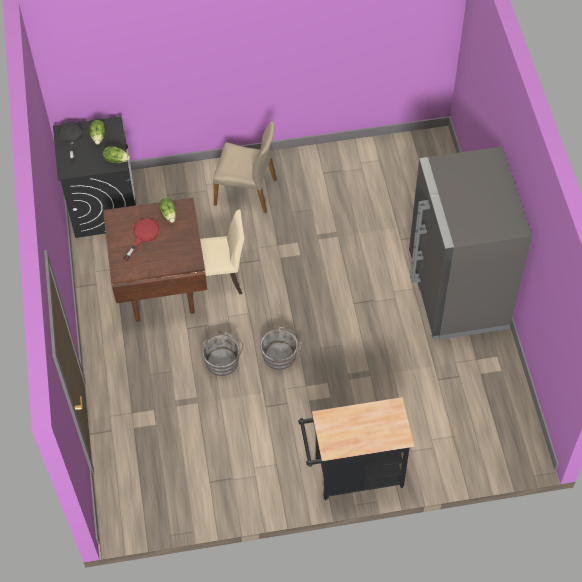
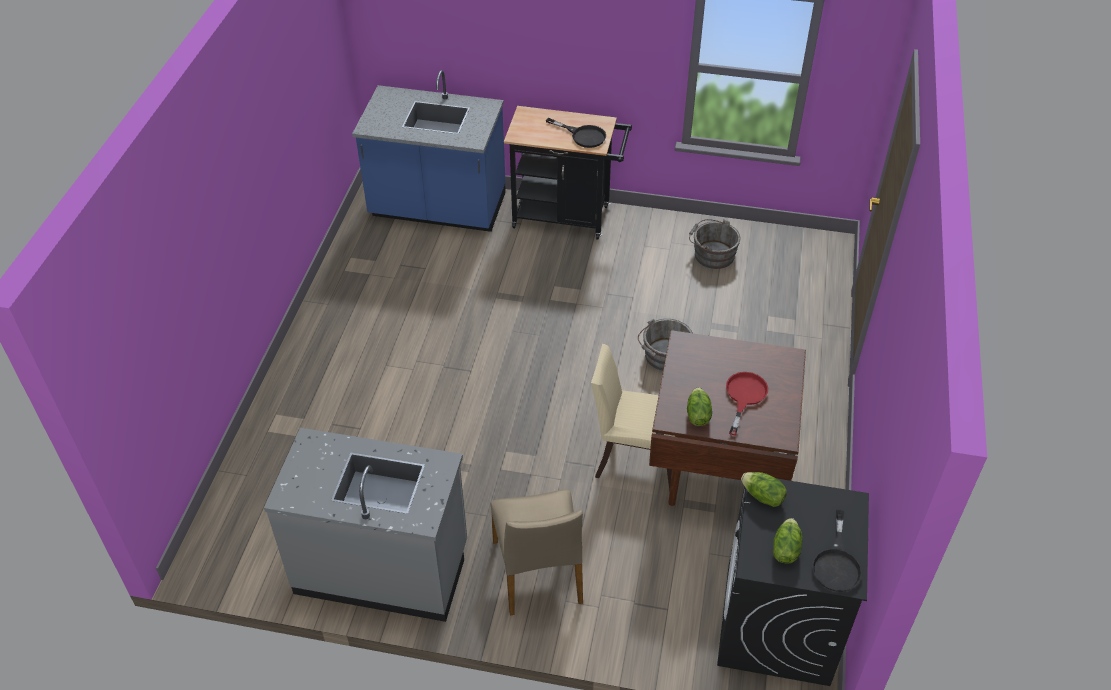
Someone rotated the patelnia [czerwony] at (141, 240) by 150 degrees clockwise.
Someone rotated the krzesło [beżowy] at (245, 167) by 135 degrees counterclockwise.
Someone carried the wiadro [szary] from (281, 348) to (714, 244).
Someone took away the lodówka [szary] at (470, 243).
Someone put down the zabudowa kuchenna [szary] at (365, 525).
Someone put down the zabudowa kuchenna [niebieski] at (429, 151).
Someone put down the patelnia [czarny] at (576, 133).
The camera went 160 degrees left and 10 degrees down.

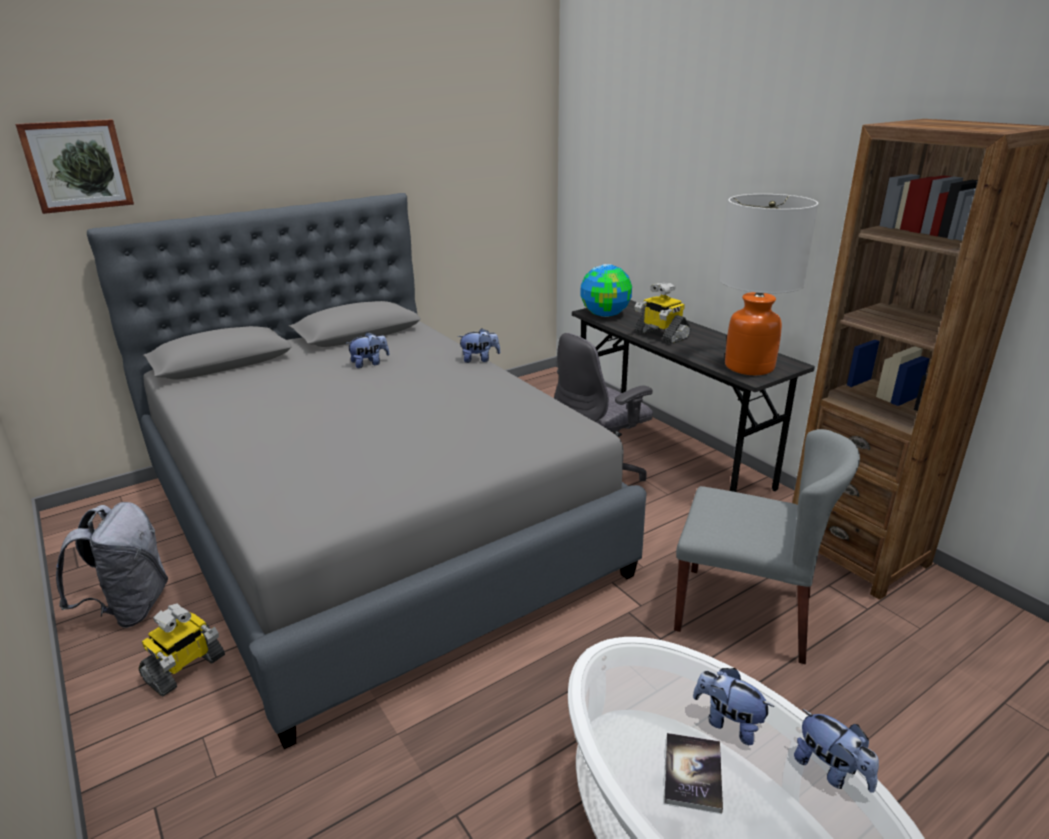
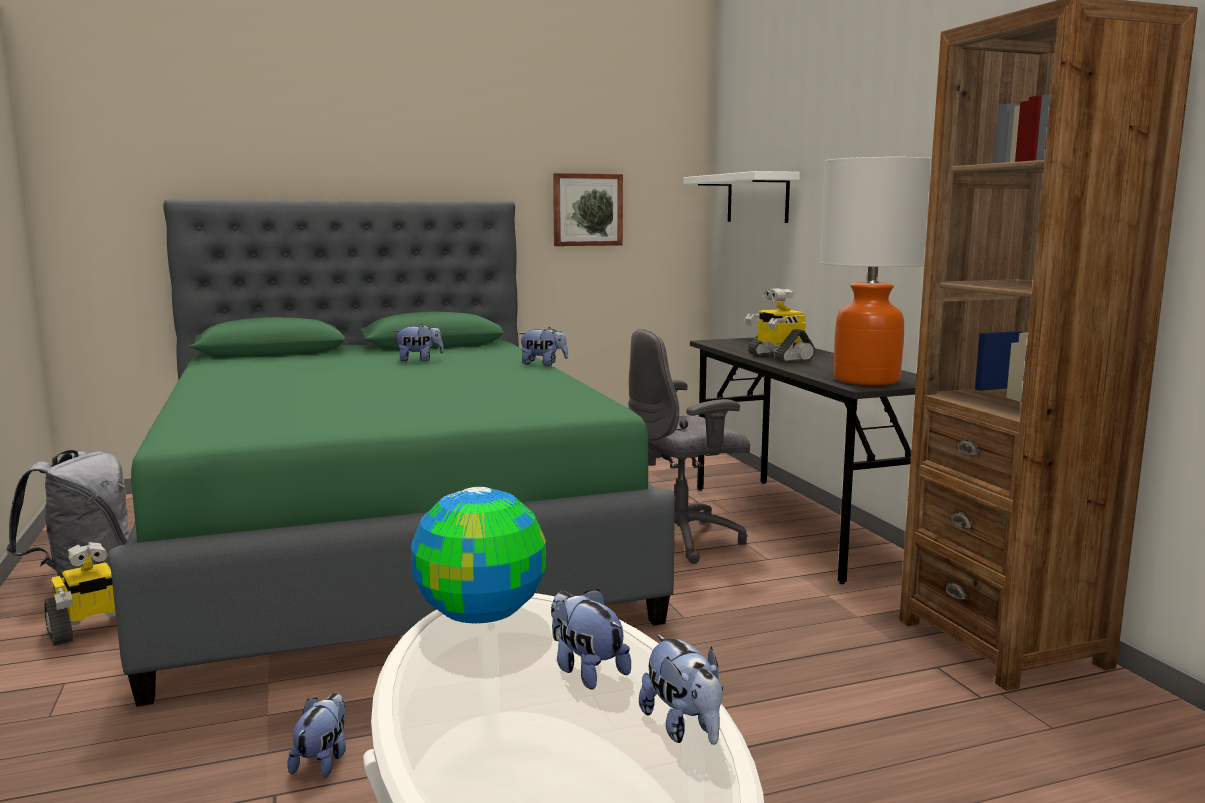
Someone carried the obraz from (74, 166) to (588, 209).
Someone repainted the łóżko [szary] at (367, 471), which became the łóżko [zielony] at (392, 453).
Someone carried the globus from (606, 290) to (478, 555).
Someone took away the książka at (693, 773).
Someone took away the krzesło [szary] at (767, 546).
Someone put down the pluszak at (316, 735).
Someone put up the półka [biały] at (741, 197).
The camera went 15 degrees right and 15 degrees down.

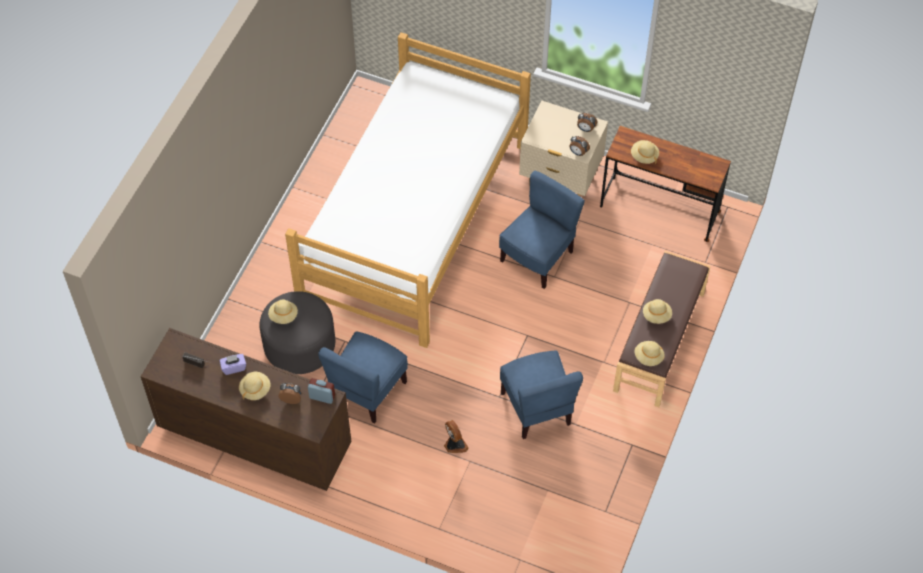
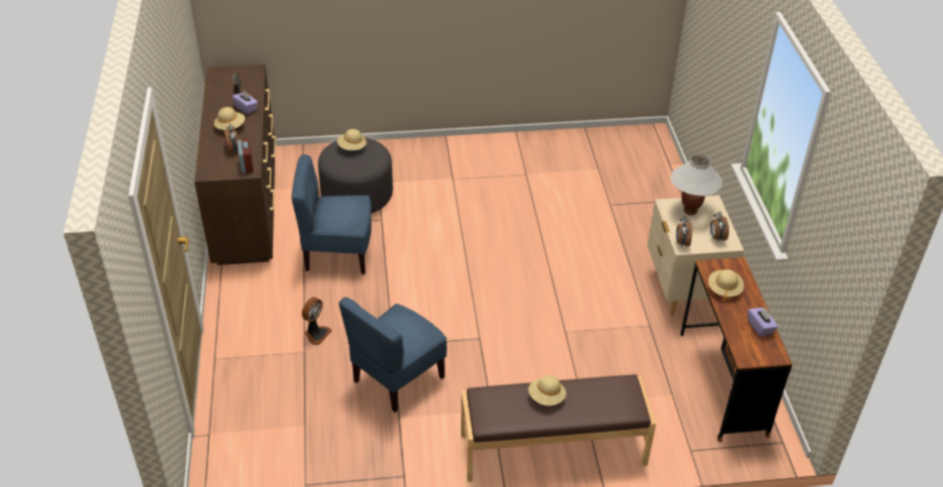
Someone took away the łóżko at (408, 190).
Someone took away the krzesło [niebieski] at (542, 230).
Someone took away the kapelusz [beżowy] at (649, 353).
Someone put down the lampa stołowa [biały] at (696, 184).
Someone put down the pudełko chusteczek [fioletowy] at (763, 322).
The camera went 60 degrees right and 15 degrees down.

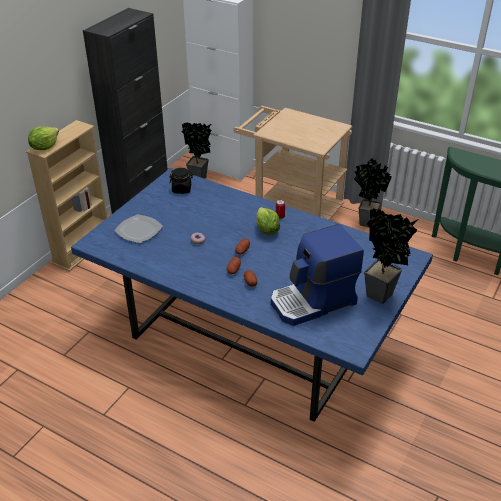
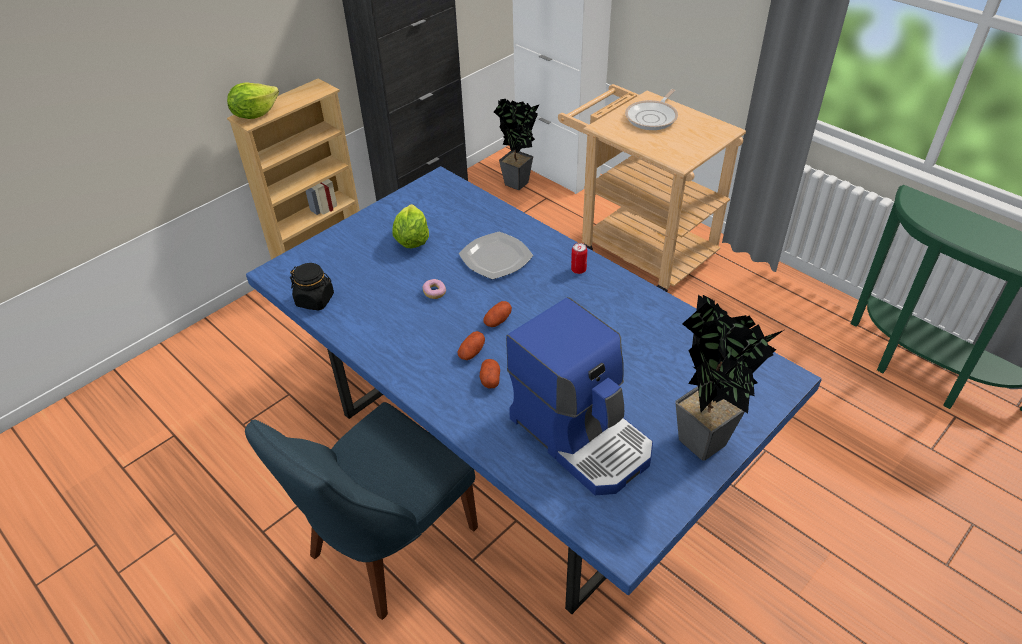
Someone carried the talerz from (138, 228) to (495, 256).
Someone carried the słoik [czarny] from (181, 181) to (312, 286).
Someone carried the sałata from (268, 221) to (410, 226).
Someone rotated the ekspres do kawy at (317, 275) by 120 degrees counterclockwise.
Someone took away the roślina doniczkowa at (373, 192).
Someone put down the krzesło [niebieski] at (361, 511).
Someone put down the patelnia at (651, 109).
The camera went 15 degrees right and 5 degrees up.

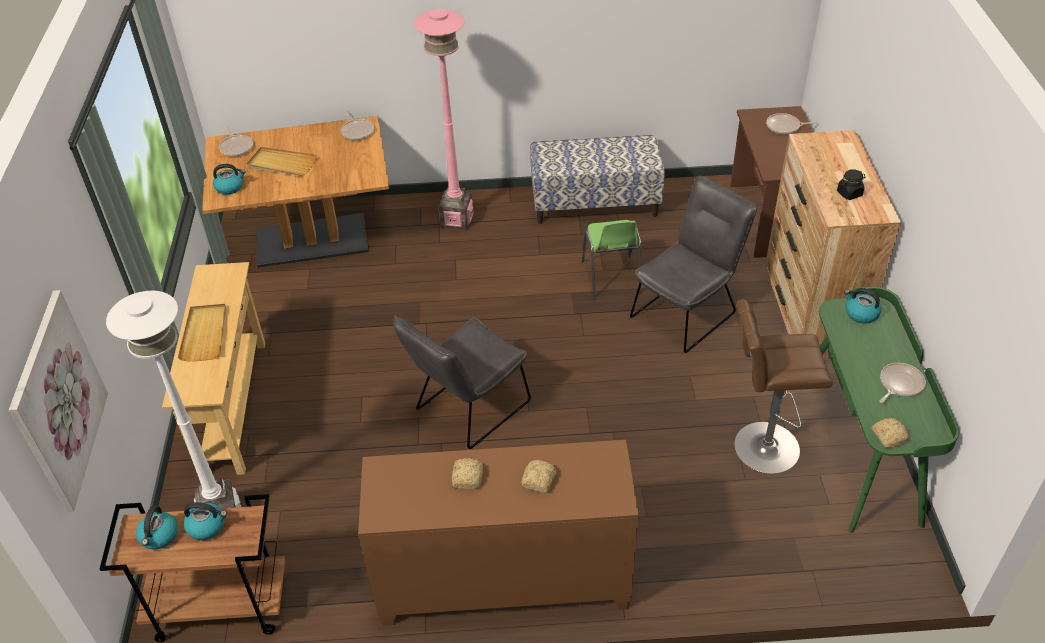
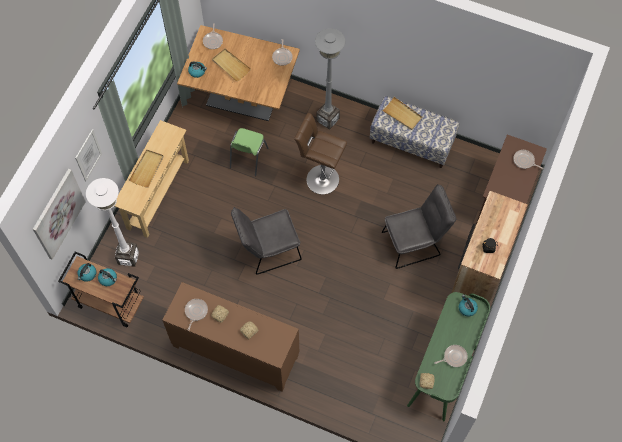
Someone repainted the lampa stojąca [różowy] at (444, 120), which became the lampa stojąca [szary] at (330, 79).
Someone carried the krzesło [zielony] from (611, 260) to (249, 152).
Someone carried the stołek [brązowy] from (783, 386) to (320, 153).
Someone put up the obraz at (88, 155).
Someone put down the patelnia at (196, 315).
Someone put down the taca [beżowy] at (402, 113).
The camera went 25 degrees right and 20 degrees up.

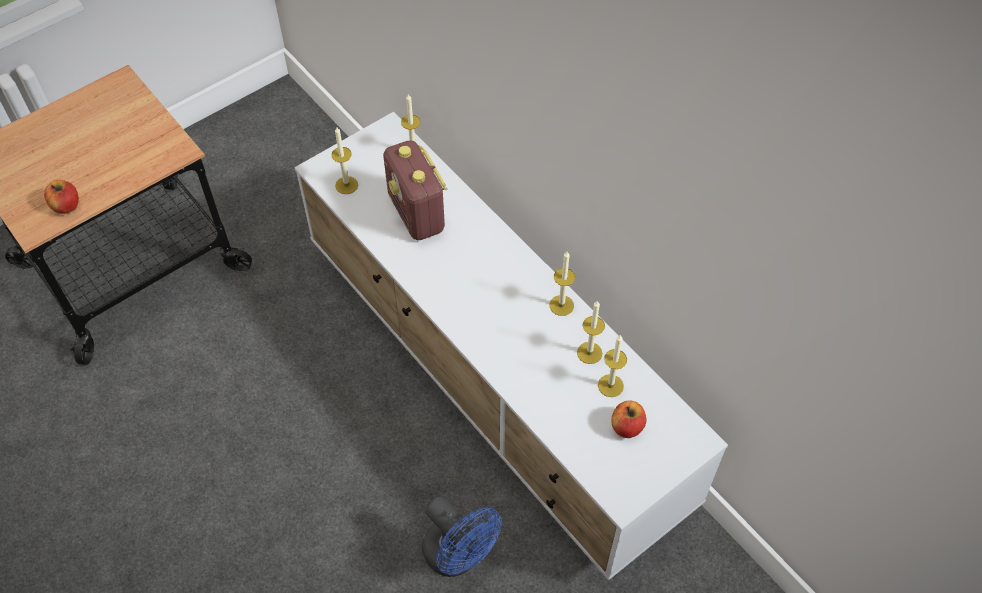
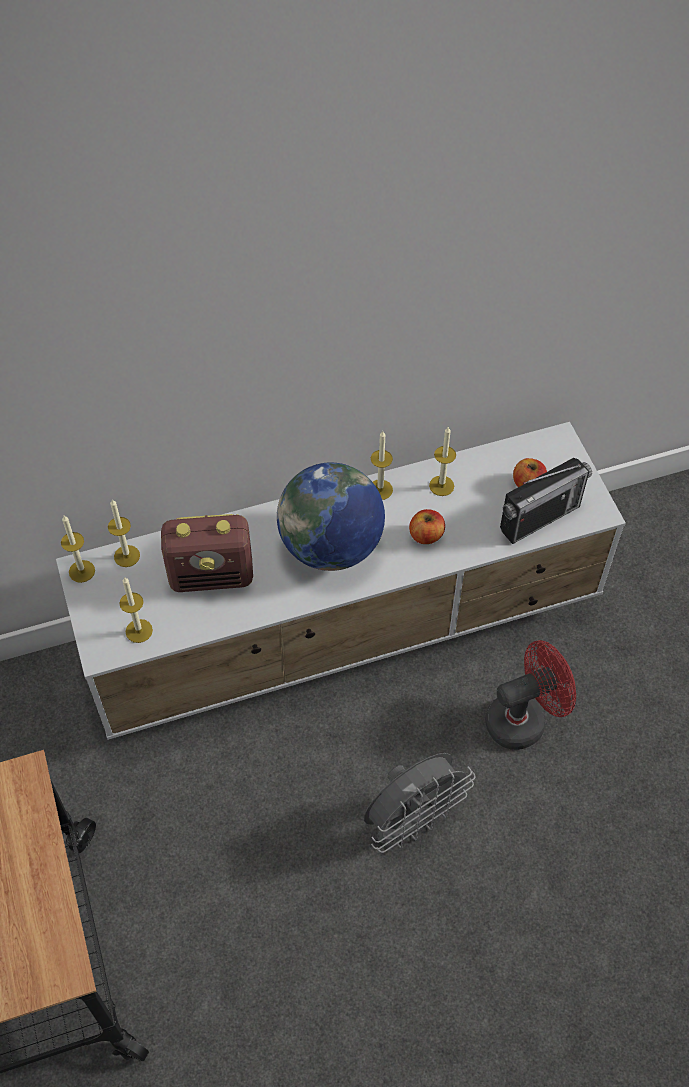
Someone carried the jabłko from (61, 197) to (427, 526).
Someone repainted the wentylator [niebieski] at (462, 536), which became the wentylator [czerwony] at (530, 695).
Someone carried the świeca from (612, 366) to (78, 549).
Someone put down the globus at (331, 517).
Someone put down the wentylator [szary] at (420, 803).
Someone put down the radio at (546, 501).
The camera went 70 degrees left and 0 degrees up.

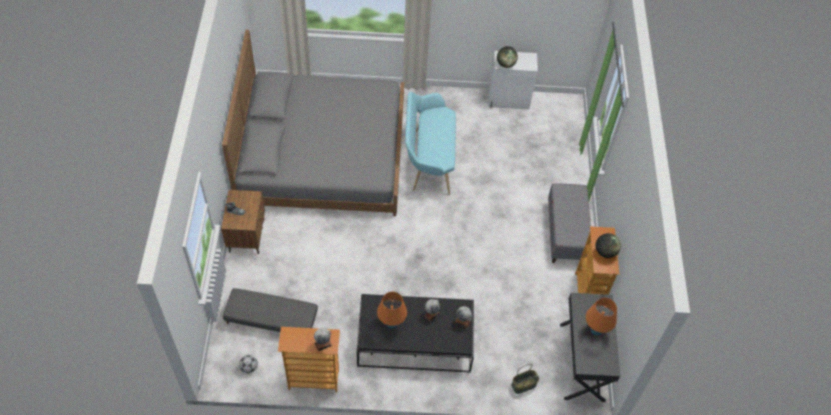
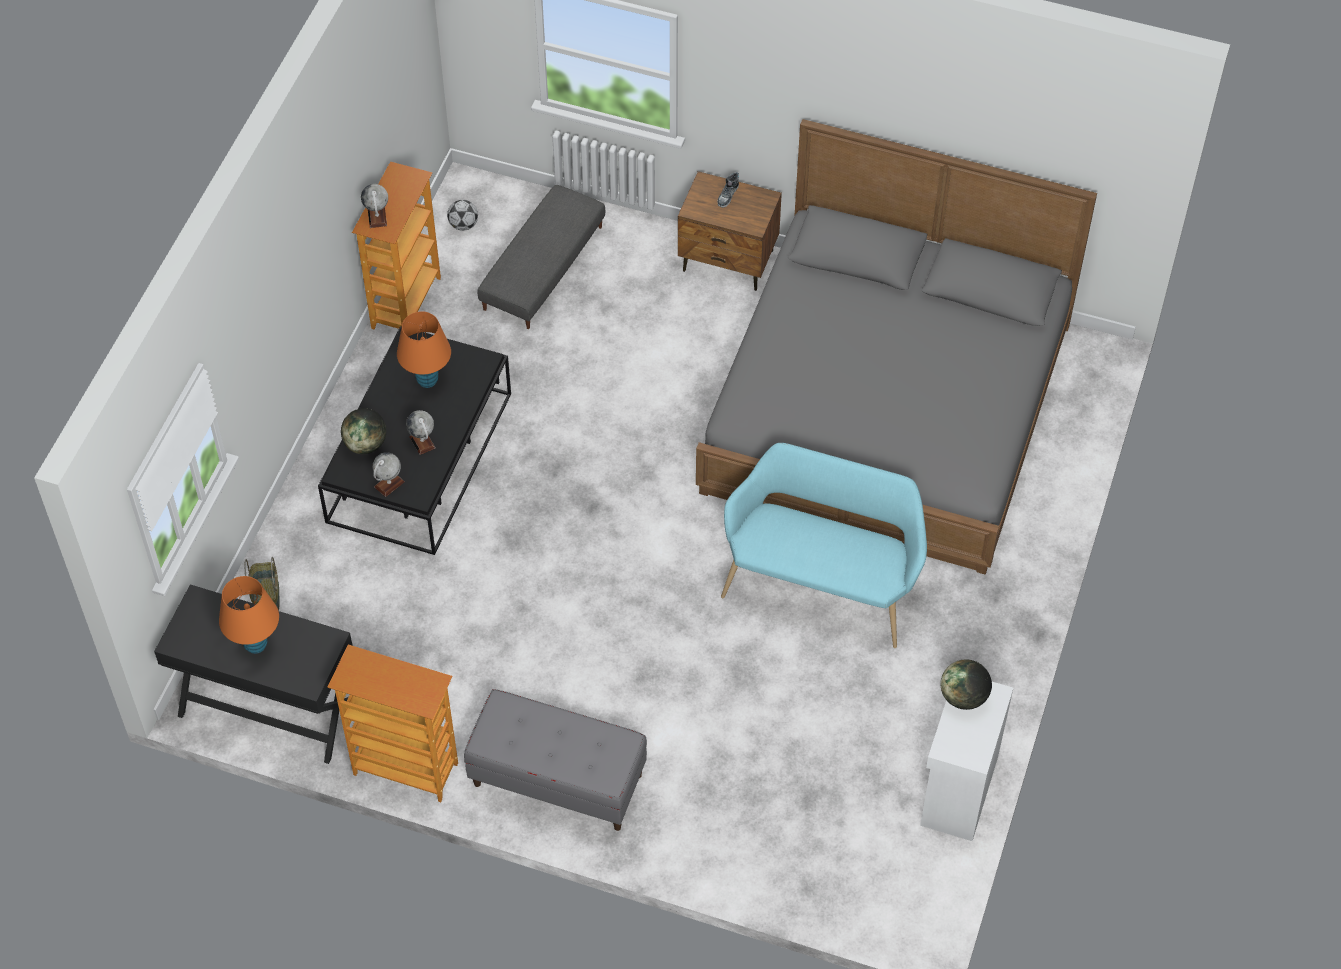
Someone carried the globus from (608, 245) to (363, 431).
The camera went 110 degrees right and 0 degrees up.

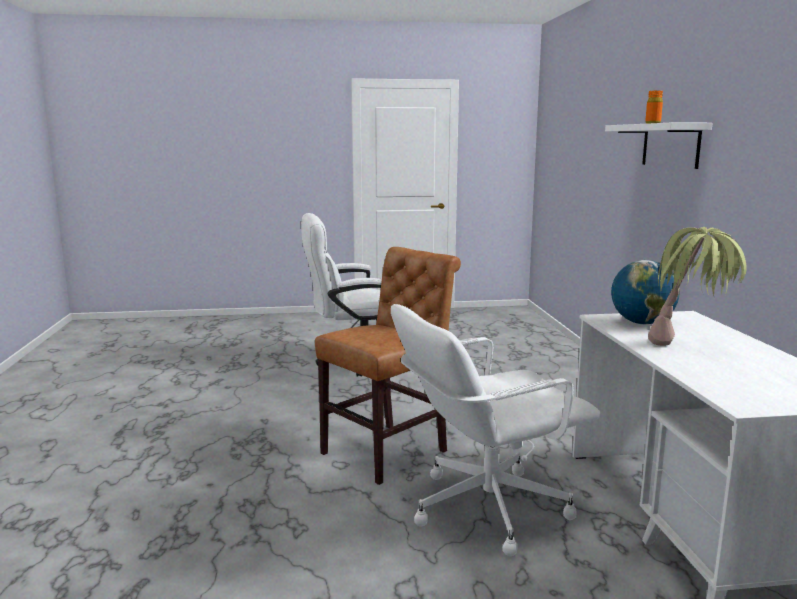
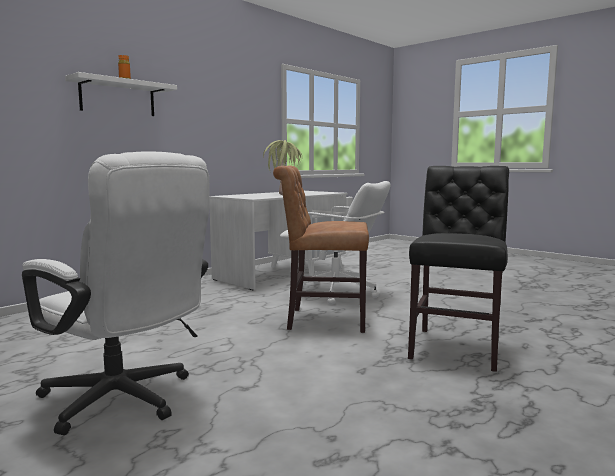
Someone took away the globus at (645, 292).
Someone put down the krzesło [czarny] at (458, 269).
The camera went 130 degrees left and 5 degrees down.

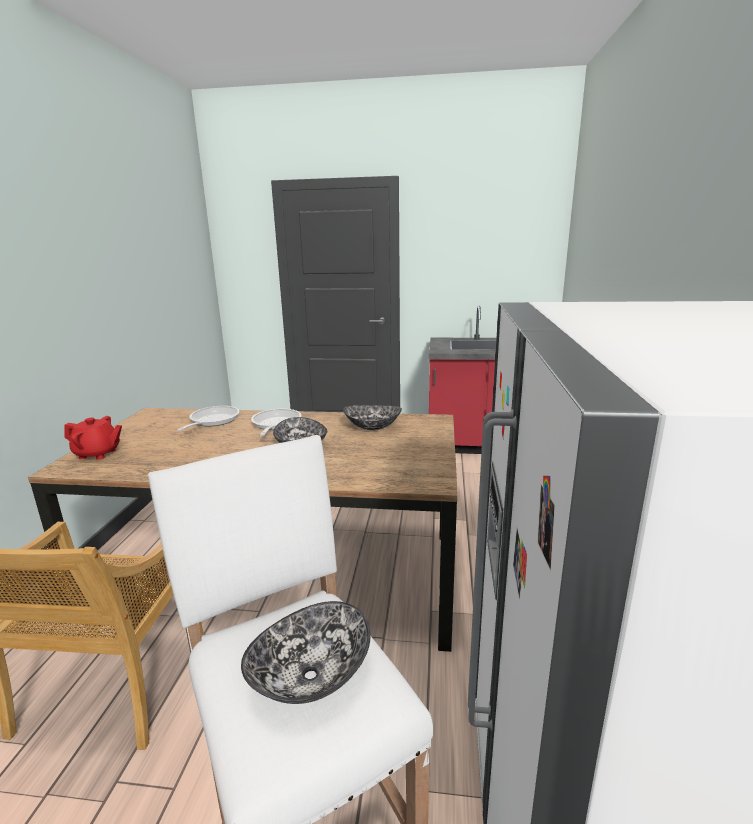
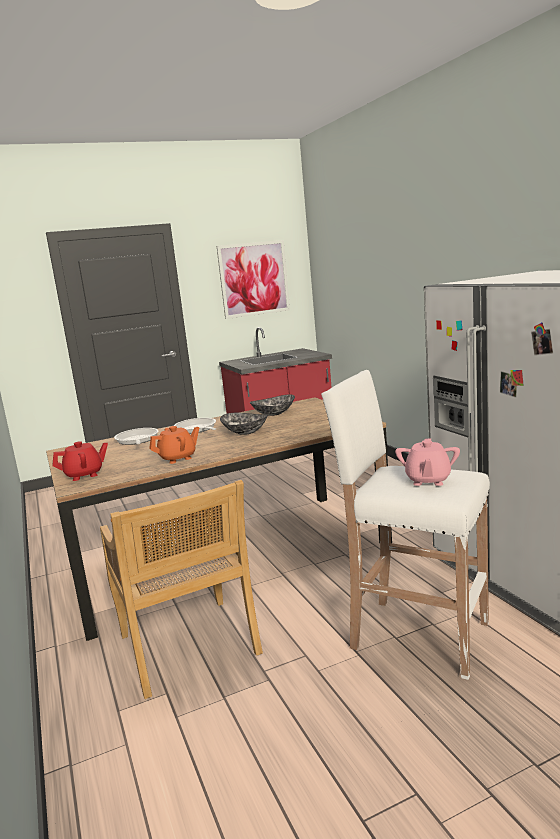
Someone swapped the miska at (306, 652) for the imbryk [różowy] at (427, 462).
Someone put down the imbryk [pomarańczowy] at (174, 445).
Someone put up the obraz at (253, 279).
The camera went 30 degrees left and 5 degrees down.

